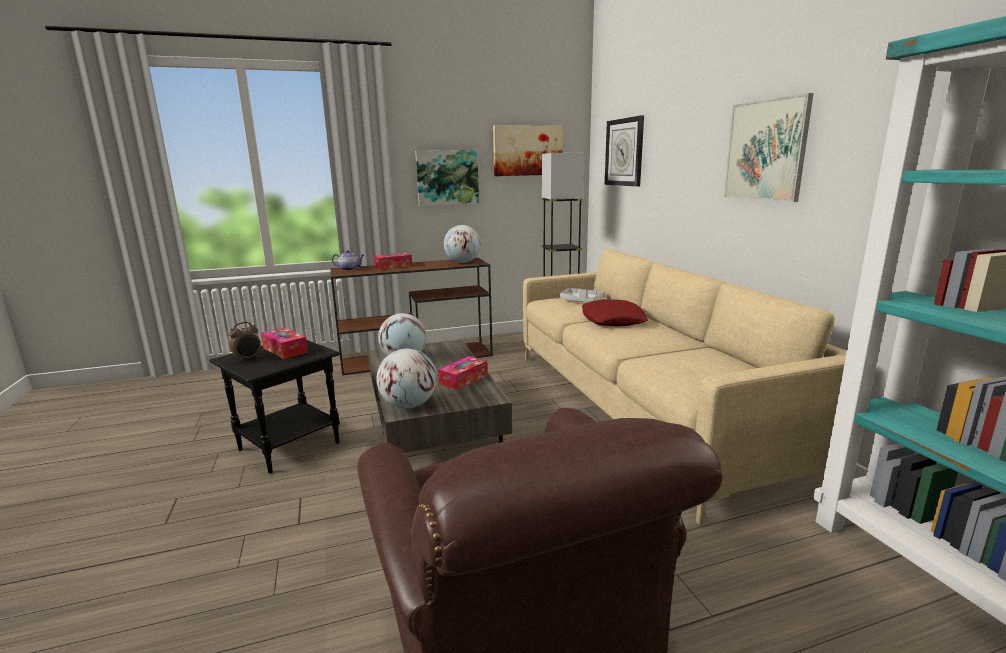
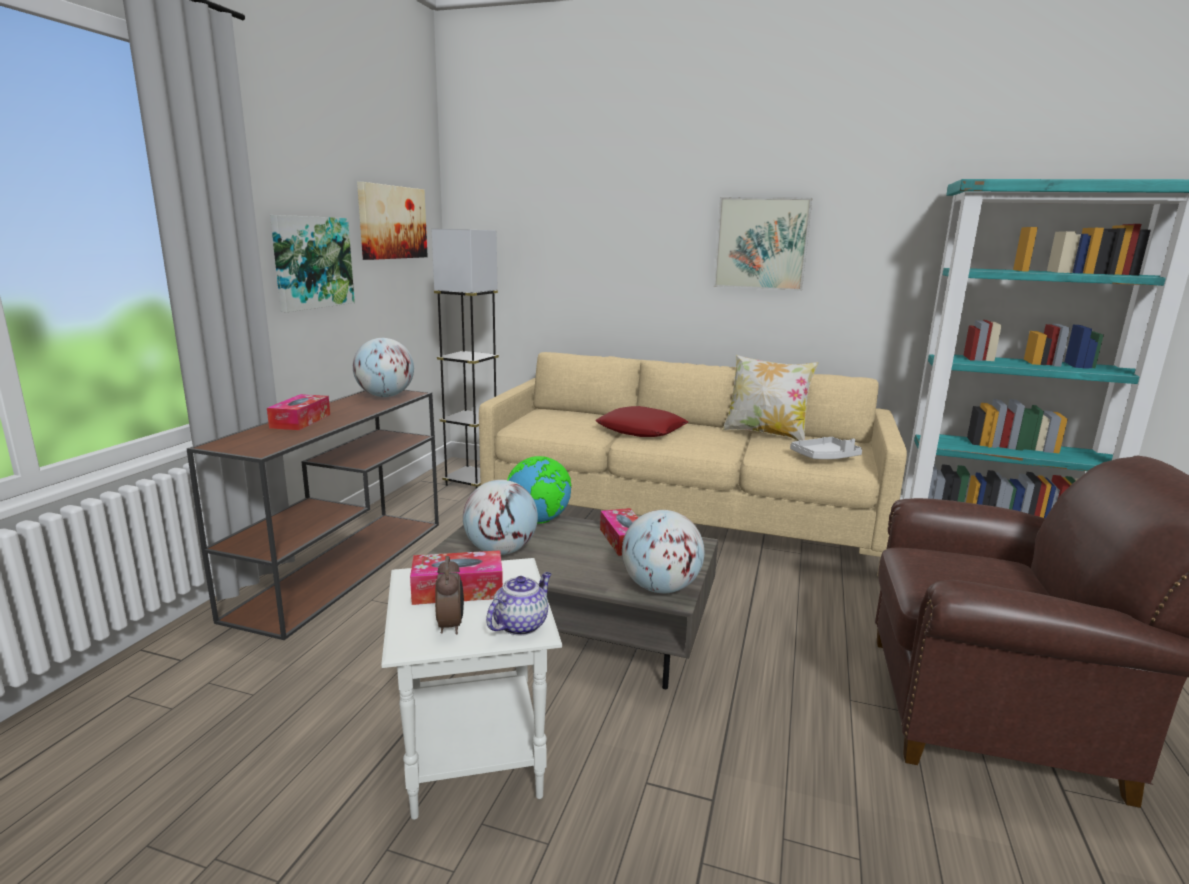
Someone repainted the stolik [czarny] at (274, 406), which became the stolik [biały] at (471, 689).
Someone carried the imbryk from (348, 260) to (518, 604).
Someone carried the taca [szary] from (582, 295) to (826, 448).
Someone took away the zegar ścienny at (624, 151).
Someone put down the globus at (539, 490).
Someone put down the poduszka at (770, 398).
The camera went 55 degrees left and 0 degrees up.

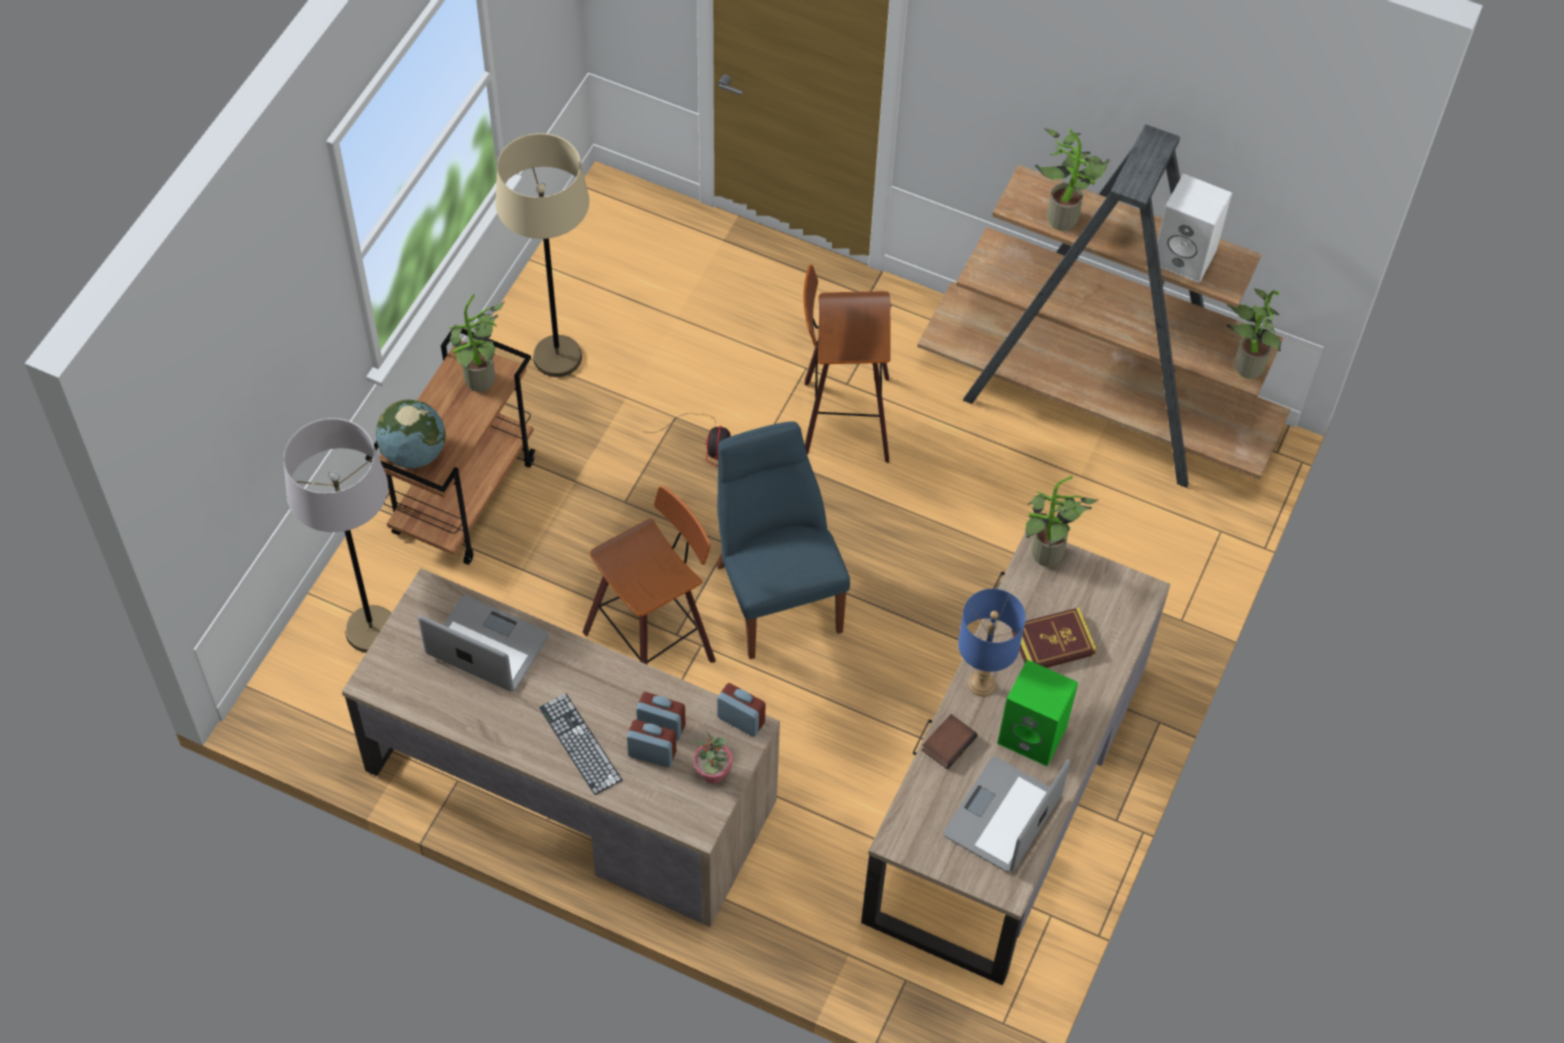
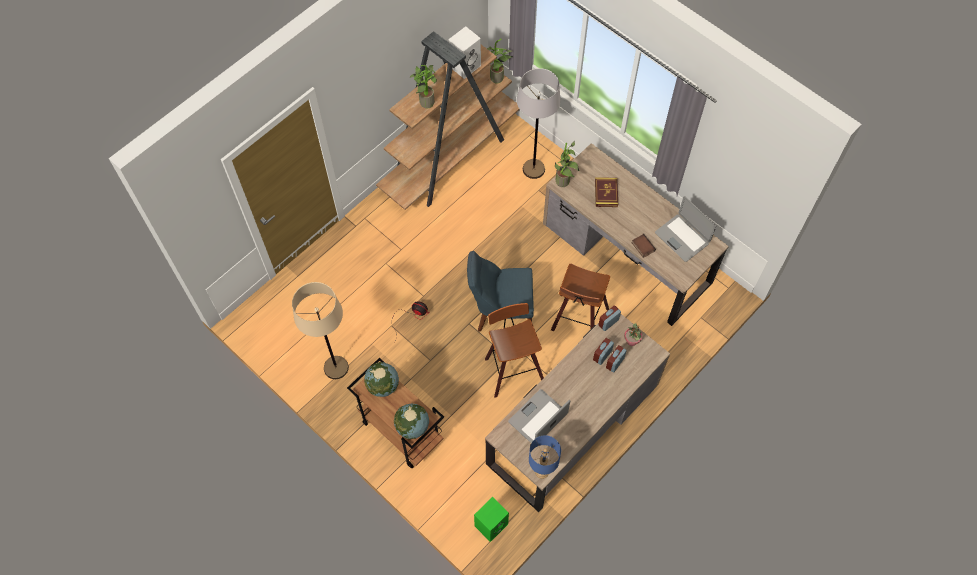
Someone carried the lampa stojąca [szary] from (337, 535) to (539, 123).
Someone swapped the roślina doniczkowa at (477, 343) for the globus at (381, 379).
Someone took away the klawiatura at (580, 744).
Someone carried the stołek from (847, 364) to (580, 297).
Someone carried the lampa stołowa [niebieski] from (992, 642) to (545, 457).
Someone carried the głośnik [zielony] from (1037, 712) to (491, 519).
The camera went 70 degrees left and 5 degrees up.

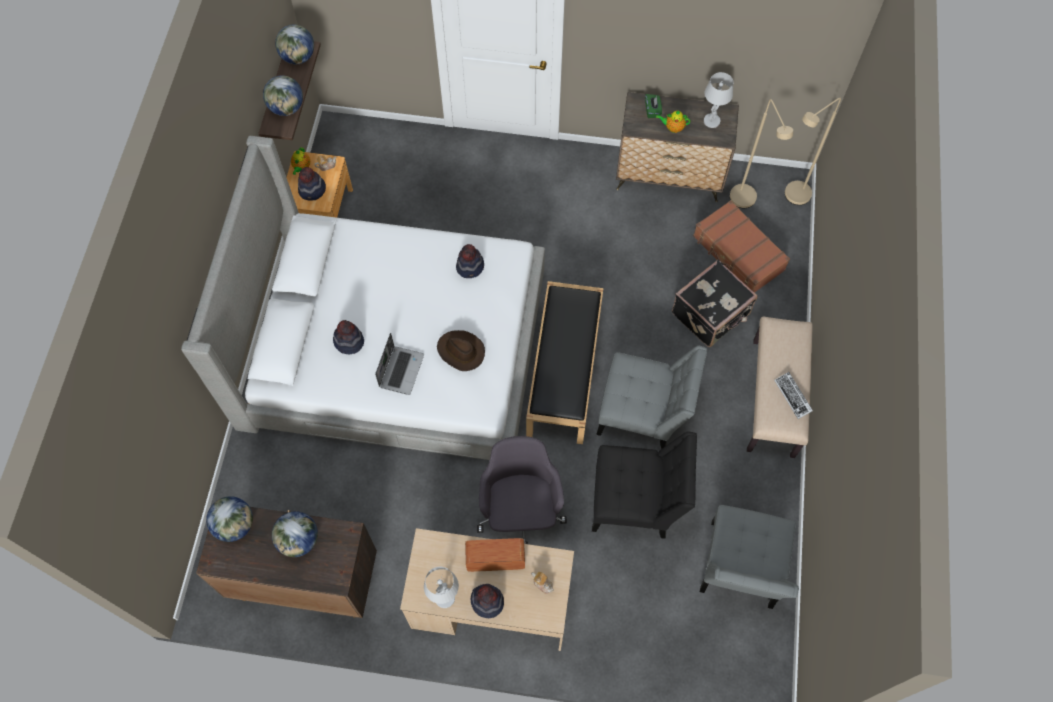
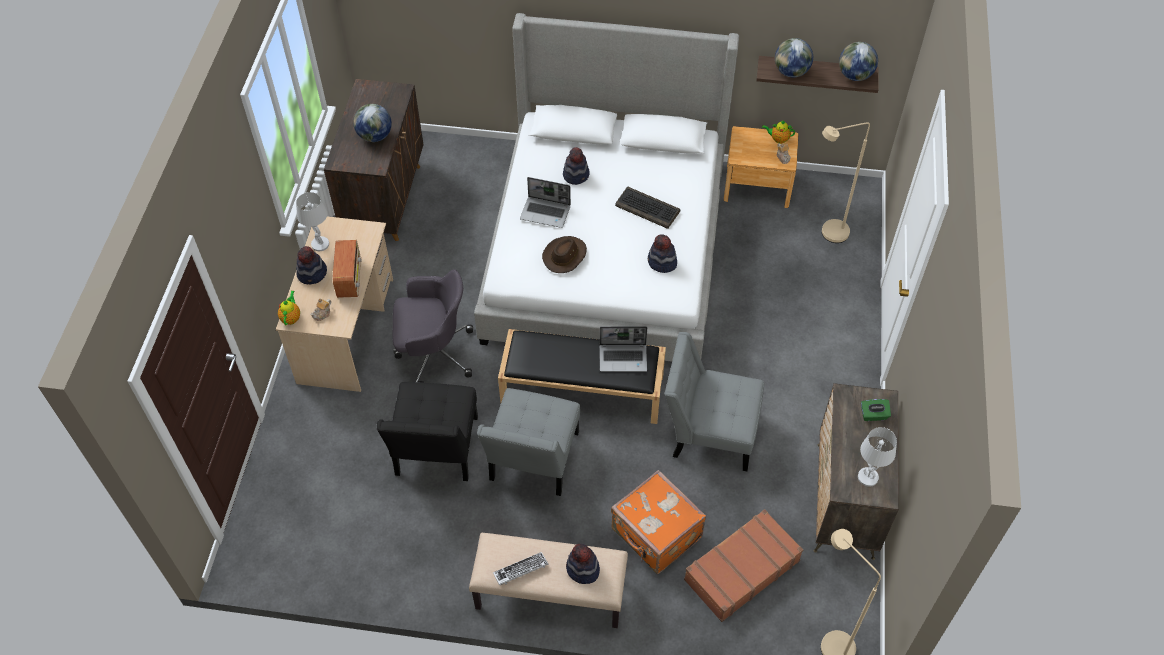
Someone took away the globus at (229, 519).
Someone carried the kapelusz from (312, 184) to (583, 564).
Someone carried the imbryk from (673, 122) to (289, 308).
Someone repainted the walizka [czarny] at (715, 303), which became the walizka [pomarańczowy] at (658, 522).
Someone carried the krzesło [szary] from (749, 557) to (714, 401).
Someone carried the lampa stojąca [beżowy] from (761, 153) to (846, 182).
Someone put down the laptop at (623, 349).
Someone put down the klawiatura at (647, 208).
The camera went 90 degrees right and 10 degrees down.

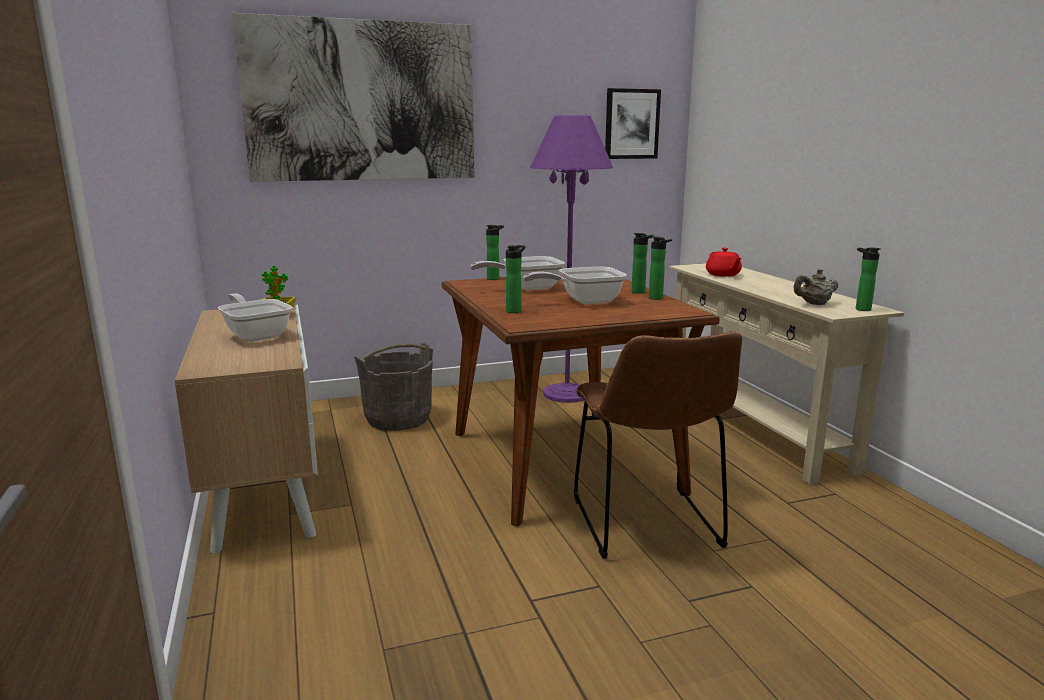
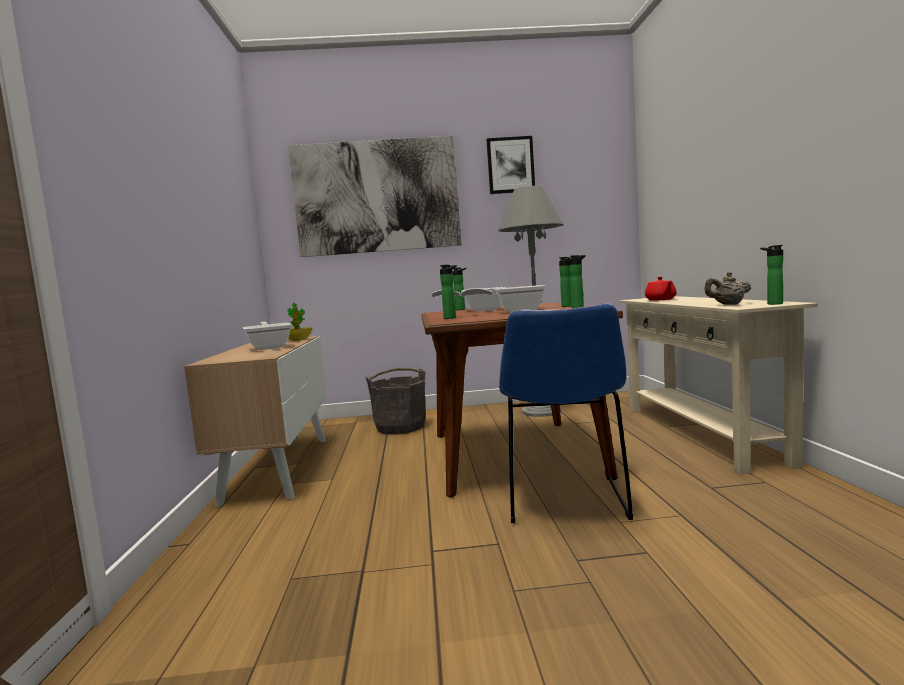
Someone repainted the lampa stojąca [fioletowy] at (571, 259), which became the lampa stojąca [szary] at (531, 301).
Someone repainted the krzesło [brązowy] at (658, 445), which became the krzesło [niebieski] at (566, 413).
Someone carried the obraz from (633, 123) to (510, 165).
The camera went 15 degrees right and 10 degrees down.

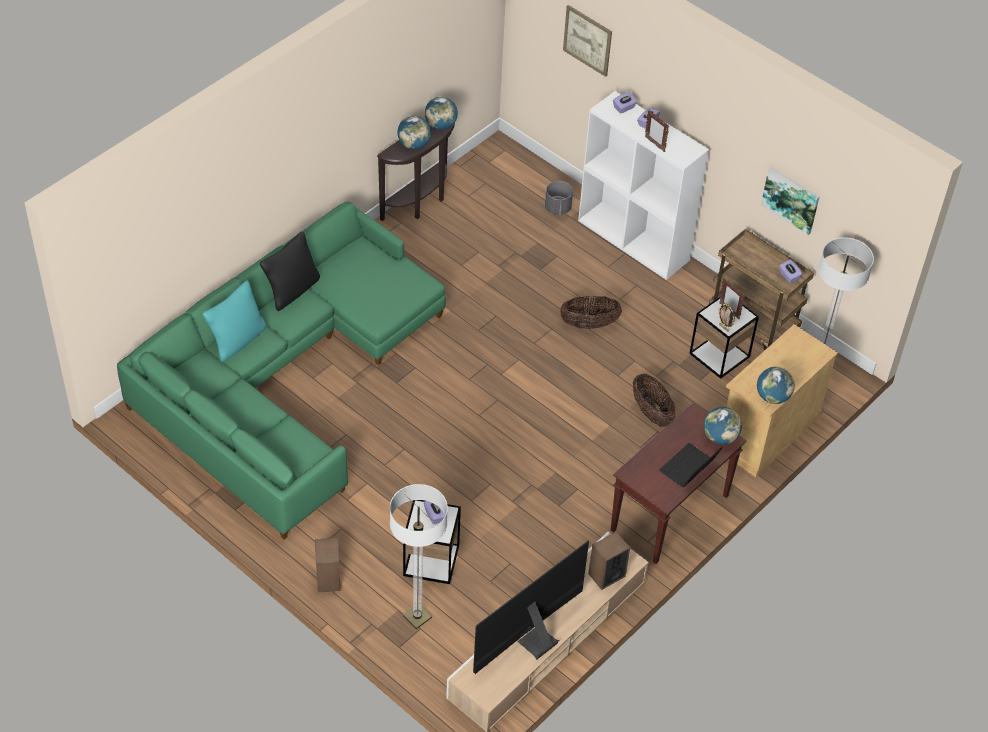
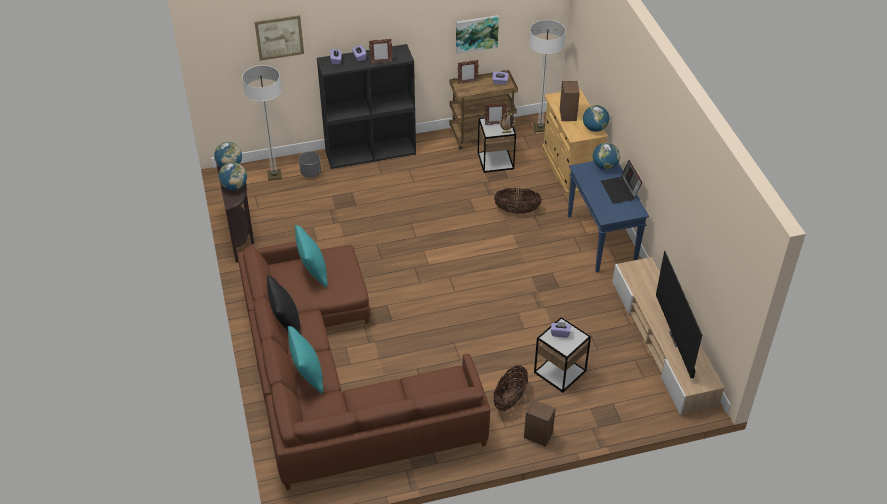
Someone repainted the kanapa [zielony] at (281, 370), which became the kanapa [brązowy] at (364, 366).
Someone carried the lampa stojąca from (419, 556) to (262, 123).
Someone carried the koszyk from (591, 312) to (510, 388).
Someone repainted the regał [biały] at (643, 185), which became the regał [czarny] at (366, 106).
Someone carried the głośnik from (609, 561) to (570, 101).
Someone repainted the stolik konsolowy [brązowy] at (679, 483), which became the stolik konsolowy [niebieski] at (608, 217).
Someone put down the poduszka [turkusowy] at (311, 256).
Someone put down the ramka na zdjęcie at (468, 72).
The camera went 55 degrees left and 5 degrees down.

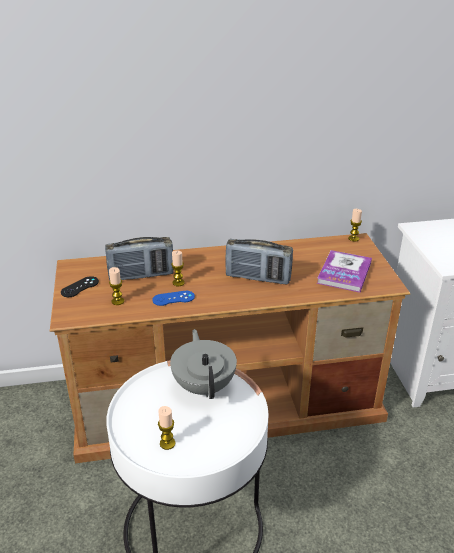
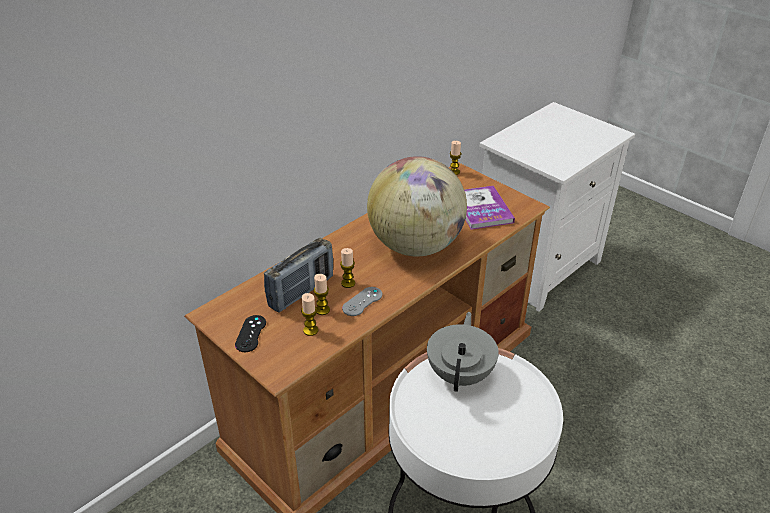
Someone repainted the pad do gier [niebieski] at (173, 298), which became the pad do gier [szary] at (362, 301).
Someone carried the świeca from (166, 428) to (322, 294).
Someone rotated the imbryk [szary] at (203, 364) by 60 degrees clockwise.
Someone swapped the radio at (259, 261) for the globus at (417, 206).
The camera went 35 degrees left and 5 degrees up.

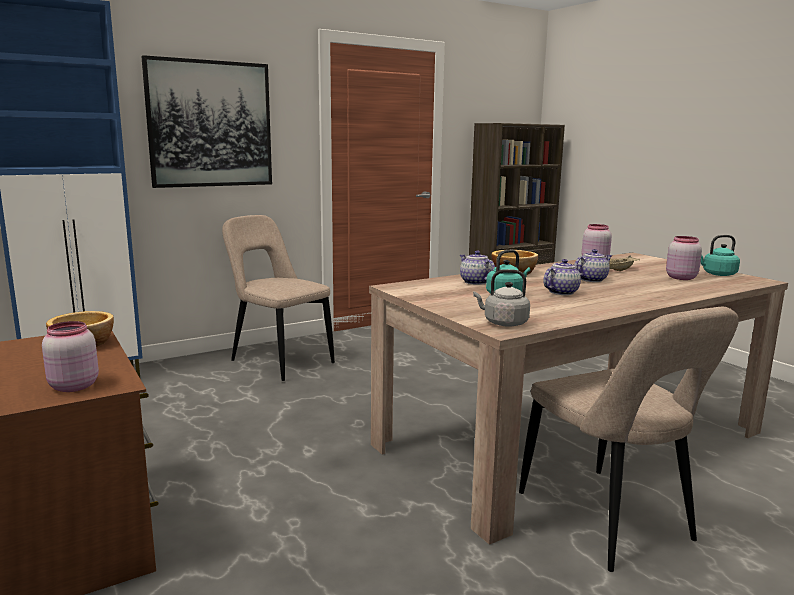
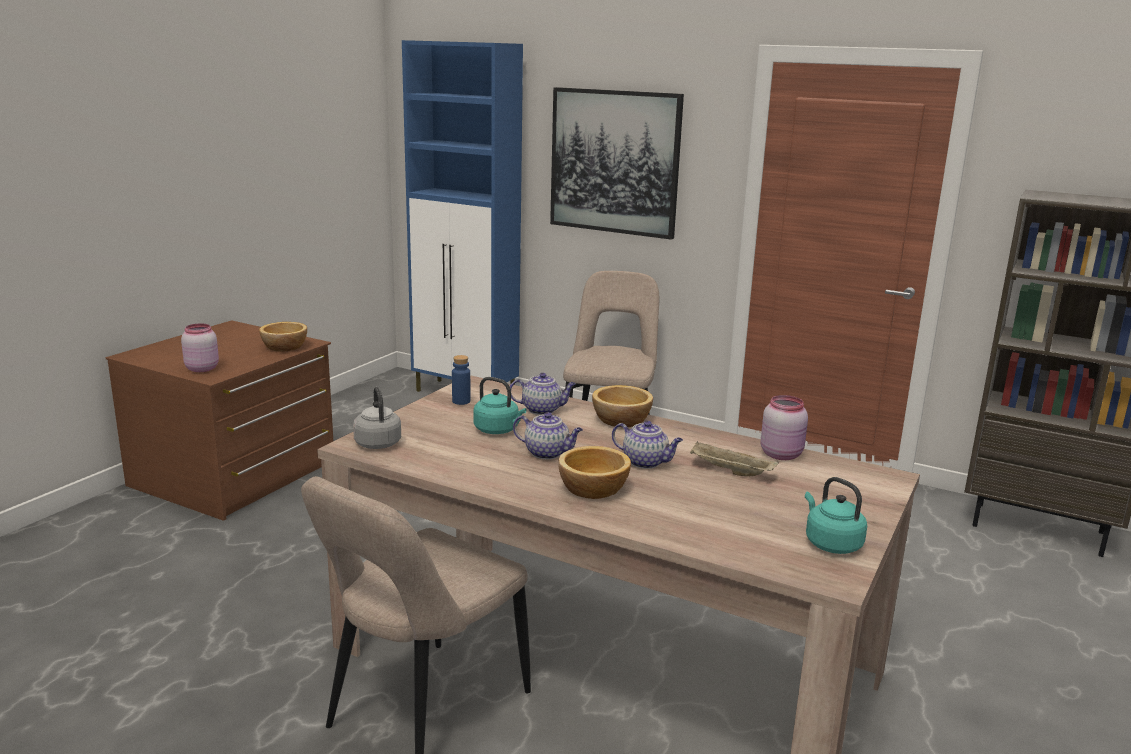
Someone rotated the imbryk at (477, 268) by 60 degrees clockwise.
Someone took away the słoik [różowy] at (684, 258).
Someone put down the butelka [niebieski] at (461, 380).
Someone put down the miska at (594, 472).
The camera went 60 degrees right and 5 degrees up.

